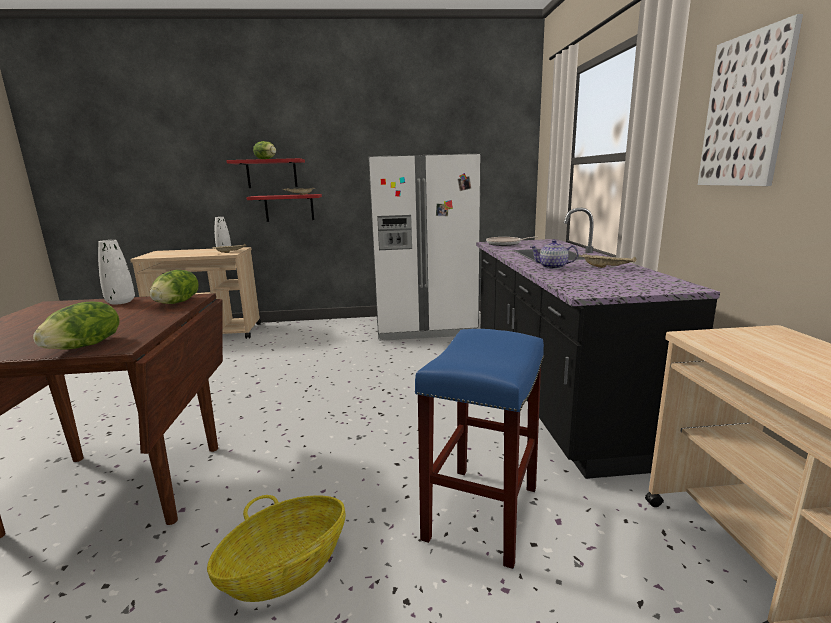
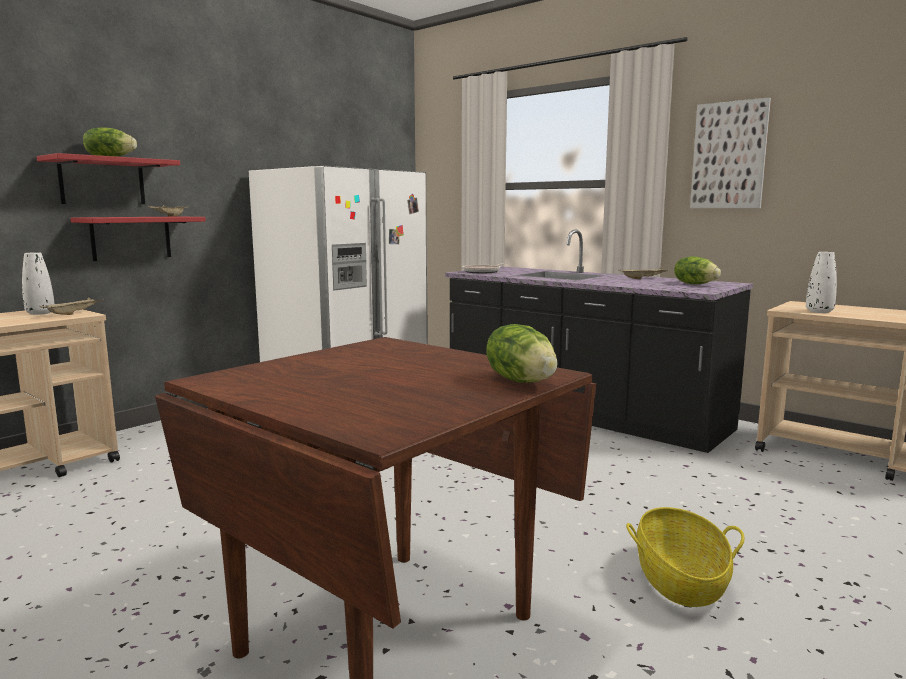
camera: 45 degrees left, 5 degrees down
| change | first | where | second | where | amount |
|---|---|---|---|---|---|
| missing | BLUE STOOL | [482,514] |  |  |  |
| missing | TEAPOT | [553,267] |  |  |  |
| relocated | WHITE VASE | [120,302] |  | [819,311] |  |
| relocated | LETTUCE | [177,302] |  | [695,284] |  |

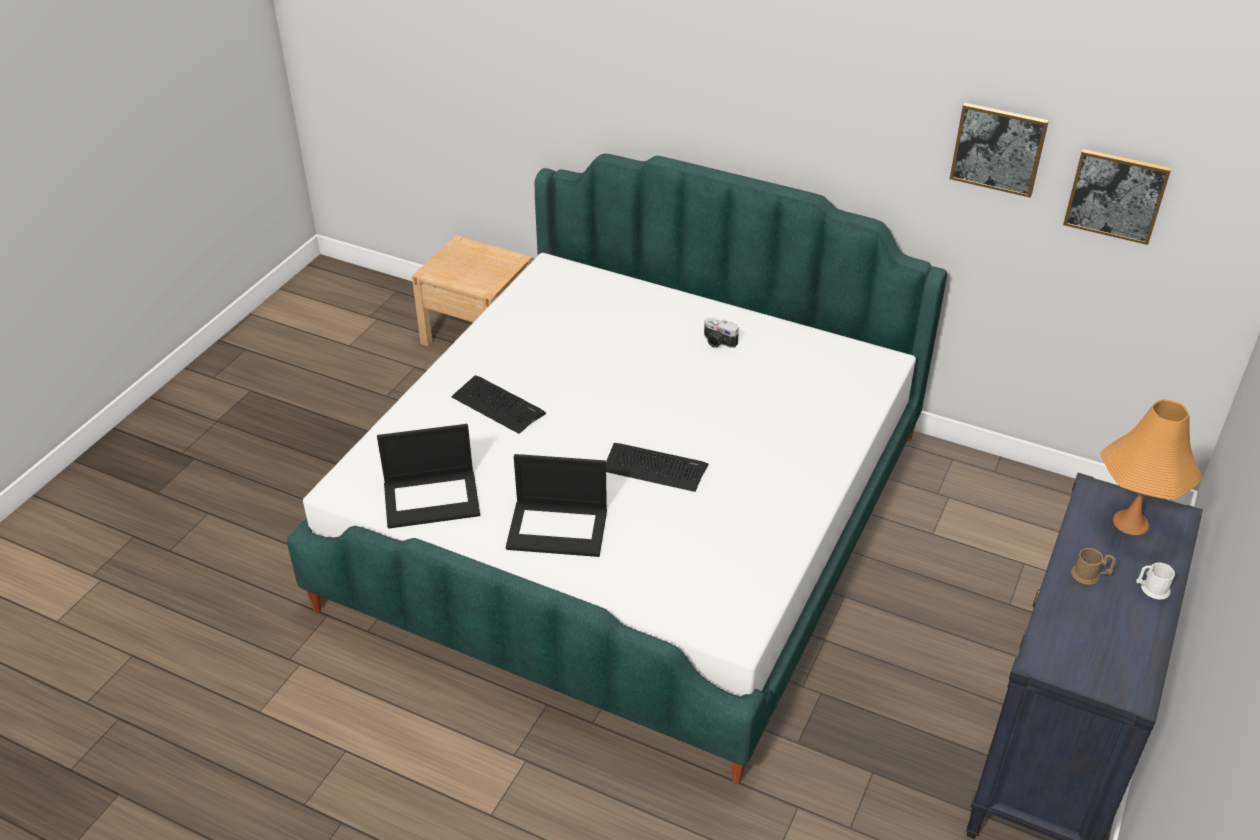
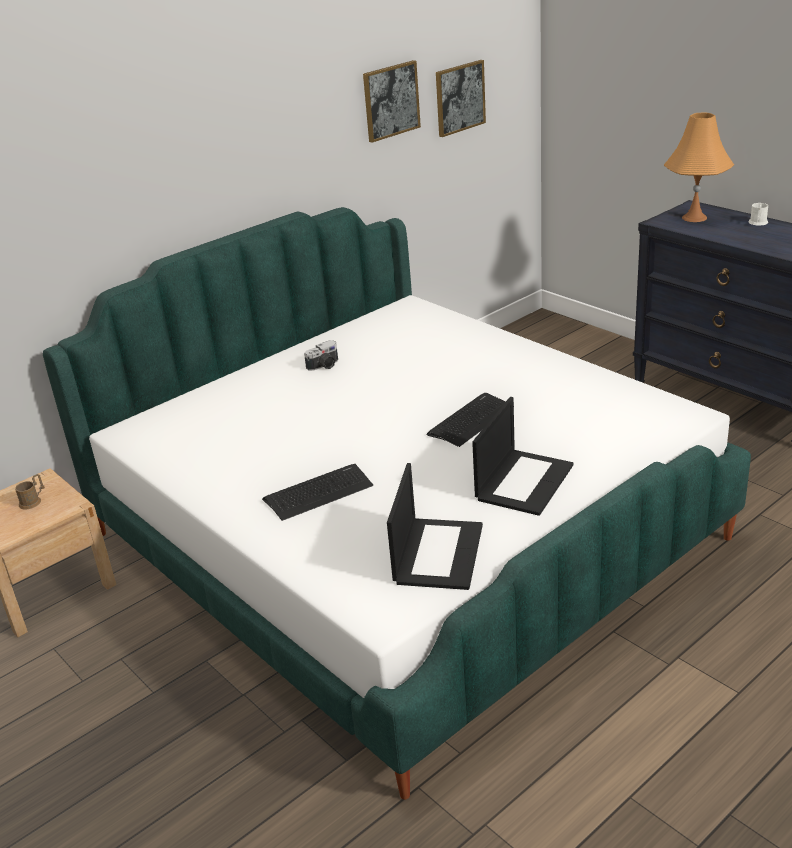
camera: 65 degrees left, 10 degrees down
| change | first | where | second | where | amount |
|---|---|---|---|---|---|
| relocated | BROWN MUG | [1090,575] |  | [33,501] |  |

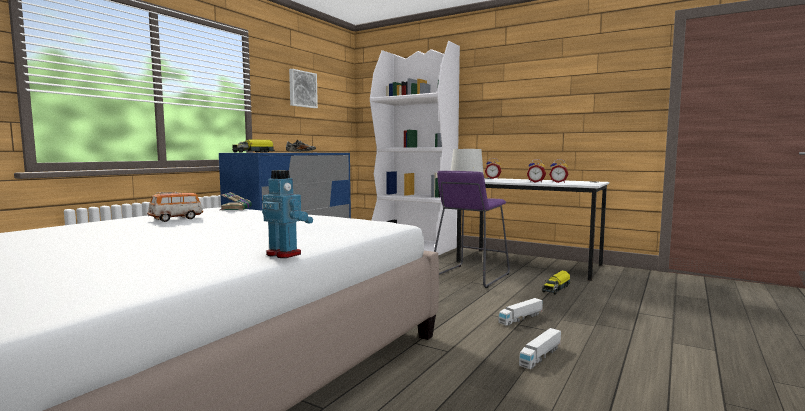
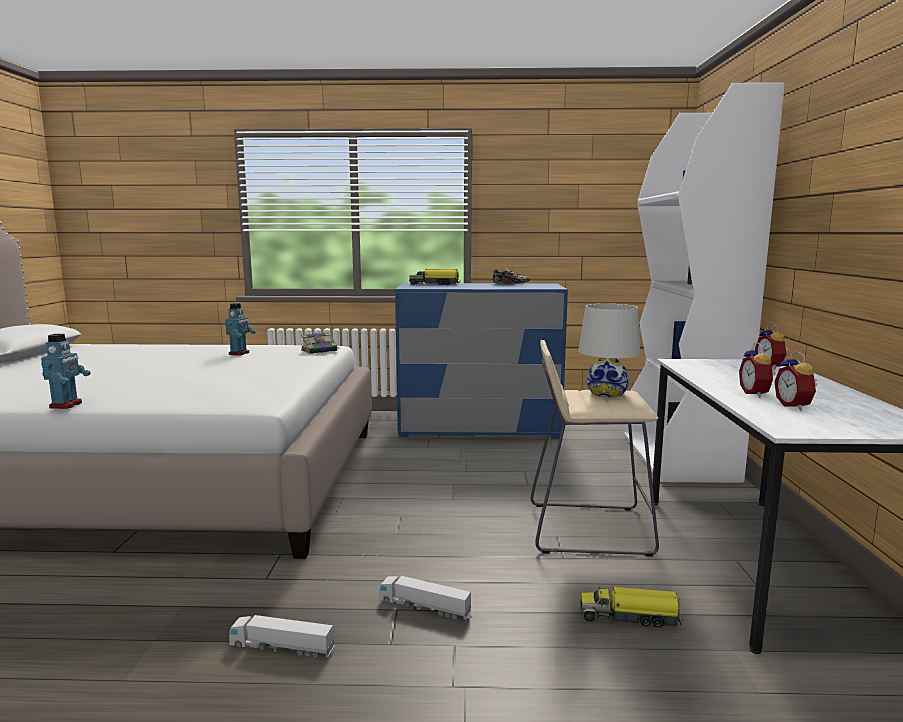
camera: 60 degrees right, 5 degrees up
| change | first | where | second | where | amount |
|---|---|---|---|---|---|
| missing | PICTURE | [302,89] |  |  |  |
| exchanged | TOY CAR | [176,219] | TOY ROBOT | [239,353] |  |
| colour | PURPLE STOOL | [470,276] | BEIGE STOOL | [588,529] |  |

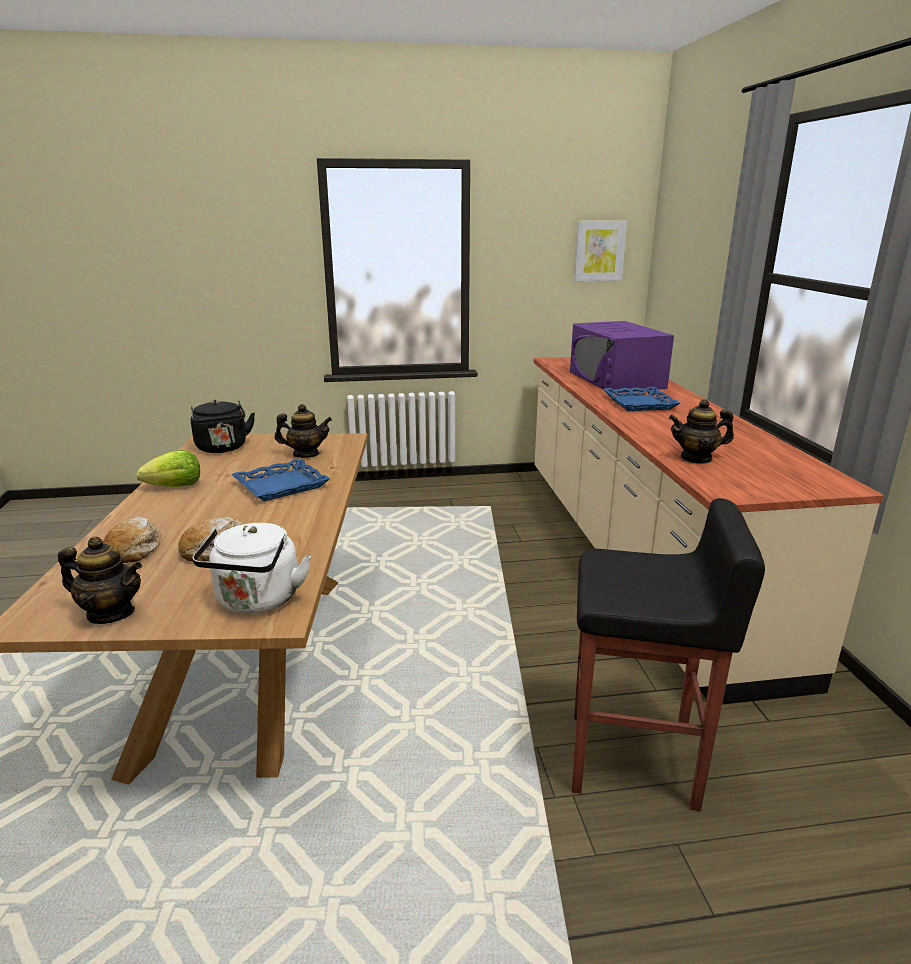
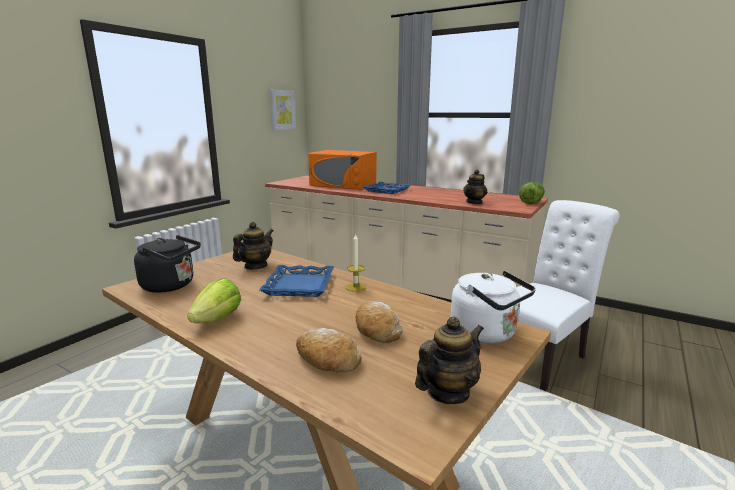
camera: 50 degrees left, 5 degrees down
| change | first | where | second | where | amount |
|---|---|---|---|---|---|
| appeared |  |  | CANDLE | [356,287] |  |
| appeared |  |  | LETTUCE | [531,202] |  |
| exchanged | BLACK STOOL | [634,761] | WHITE CHAIR | [541,357] |  |
| colour | PURPLE MICROWAVE | [616,380] | ORANGE MICROWAVE | [343,184] |  |

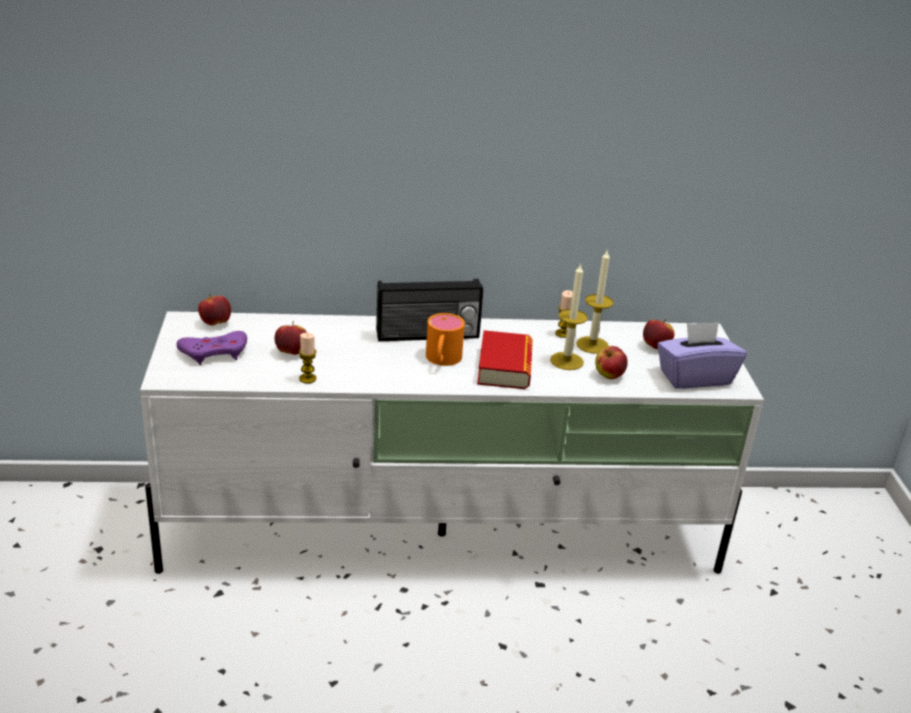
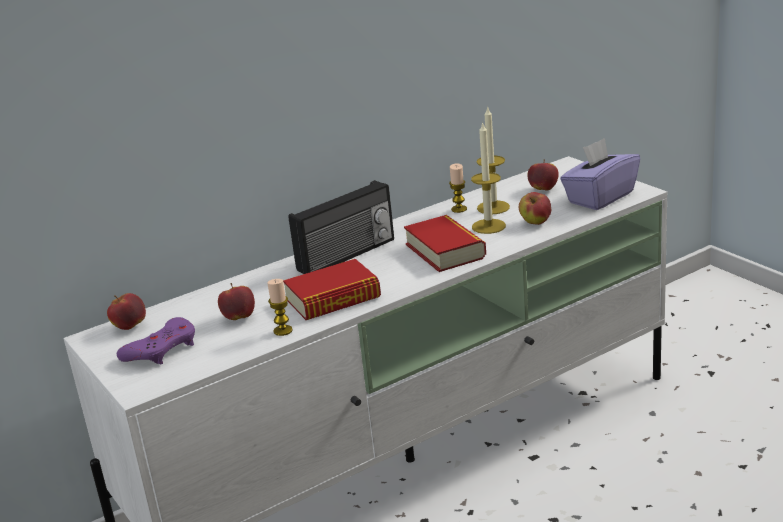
camera: 25 degrees left, 5 degrees down
| change | first | where | second | where | amount |
|---|---|---|---|---|---|
| missing | ORANGE MUG | [442,360] |  |  |  |
| appeared |  |  | BOOK | [333,299] |  |

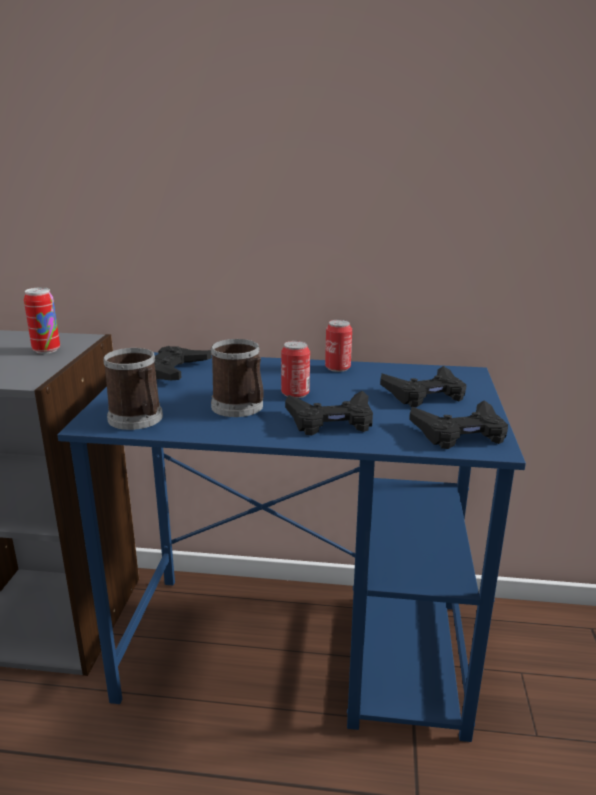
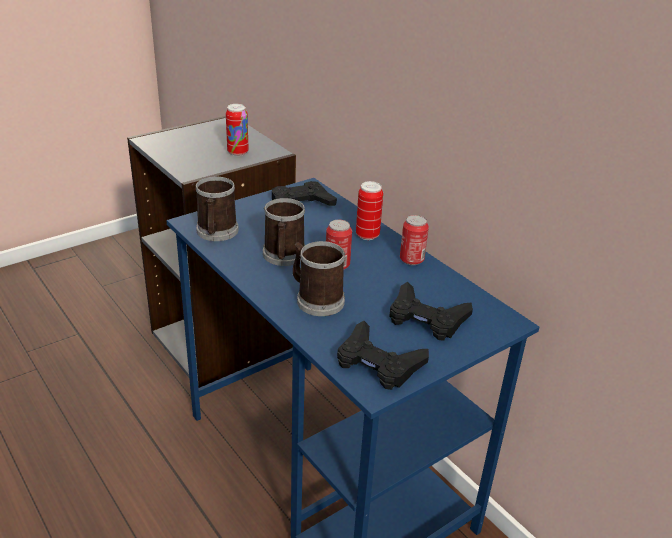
camera: 45 degrees right, 10 degrees up
| change | first | where | second | where | amount |
|---|---|---|---|---|---|
| appeared |  |  | CAN | [367,235] |  |
| exchanged | BLACK GAME CONTROLLER | [331,420] | MUG | [316,299] |  |

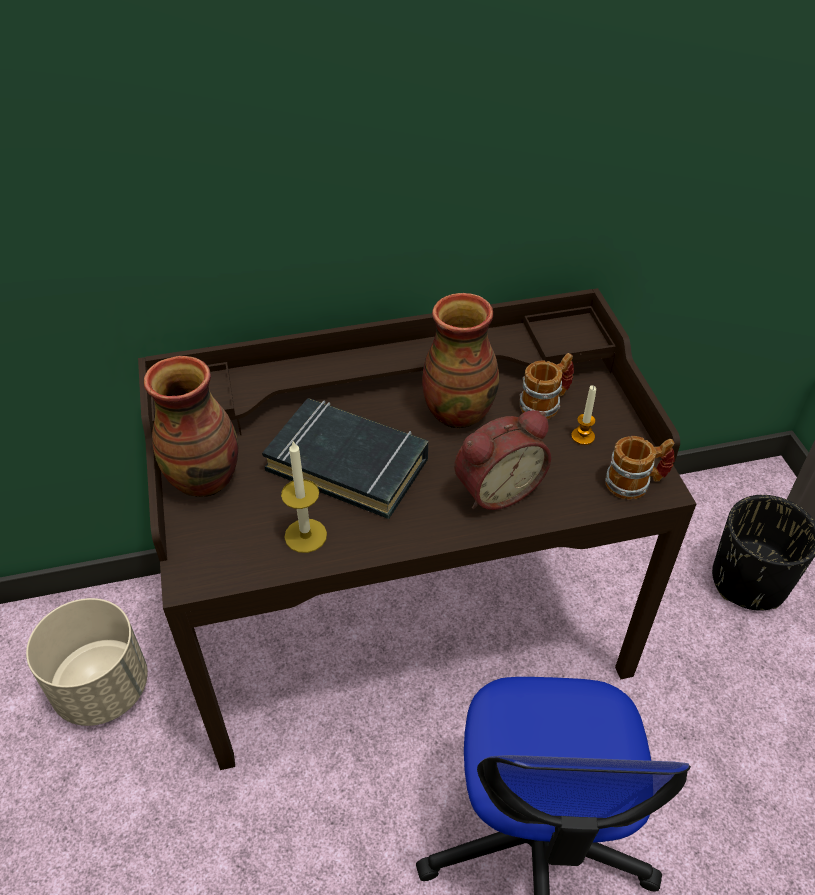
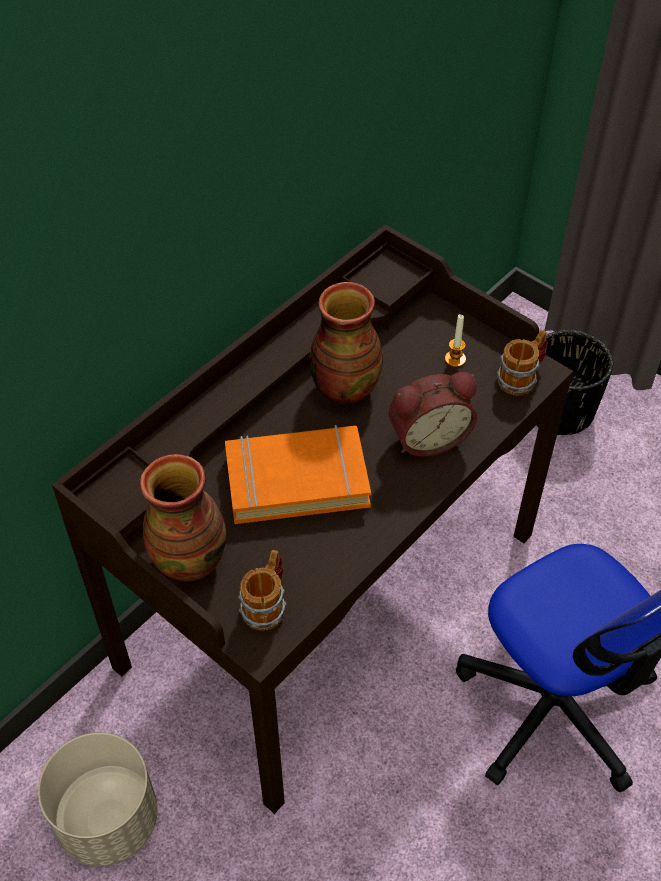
camera: 35 degrees left, 5 degrees up
| change | first | where | second | where | amount |
|---|---|---|---|---|---|
| missing | CANDLE | [305,535] |  |  |  |
| relocated | MUG | [545,403] |  | [267,603] |  |
| colour | BLACK BOOK | [348,463] | ORANGE BOOK | [297,480] |  |
| spun | ALARM CLOCK | [496,488] |  | [427,436] | 45 degrees clockwise |

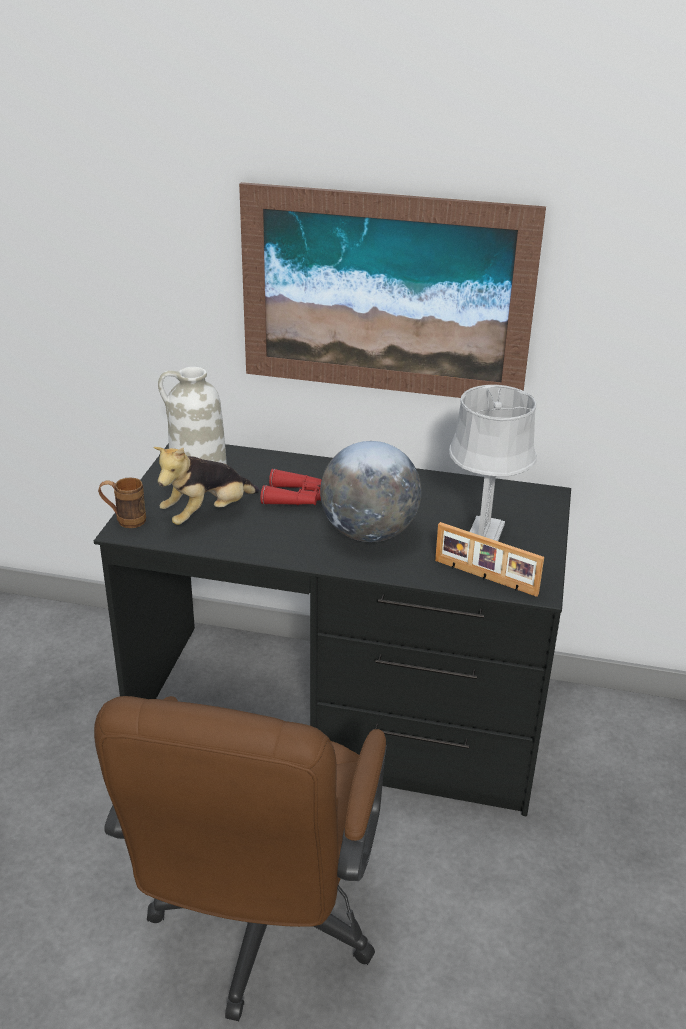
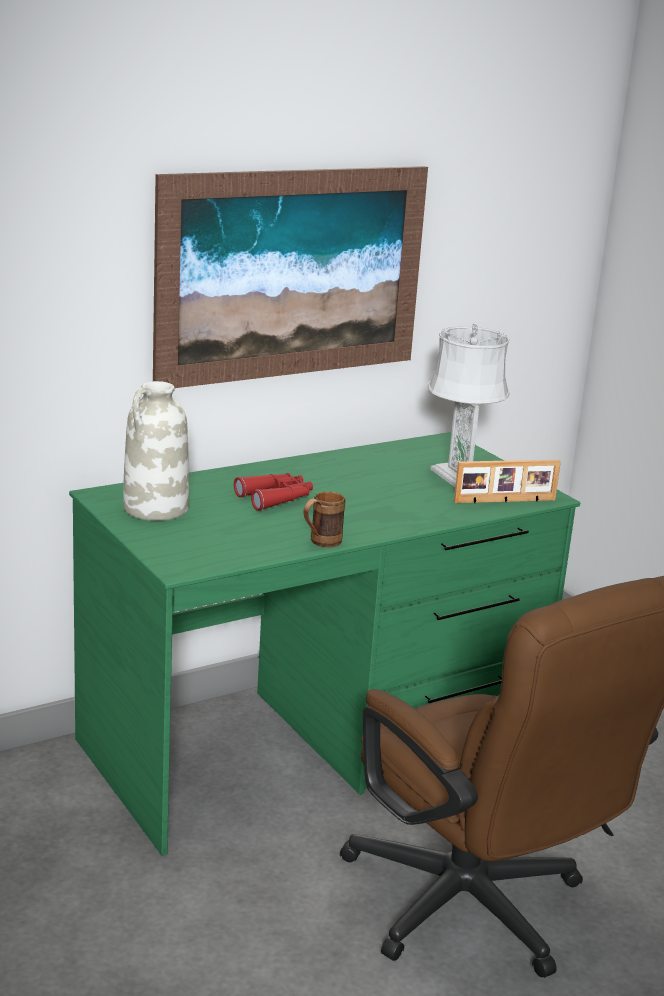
camera: 45 degrees left, 10 degrees down
| change | first | where | second | where | amount |
|---|---|---|---|---|---|
| missing | PLUSH TOY | [207,514] |  |  |  |
| missing | GLOBE | [368,533] |  |  |  |
| relocated | BROWN MUG | [124,520] |  | [320,543] |  |
| colour | BLACK DESK | [341,714] | GREEN DESK | [315,739] |  |

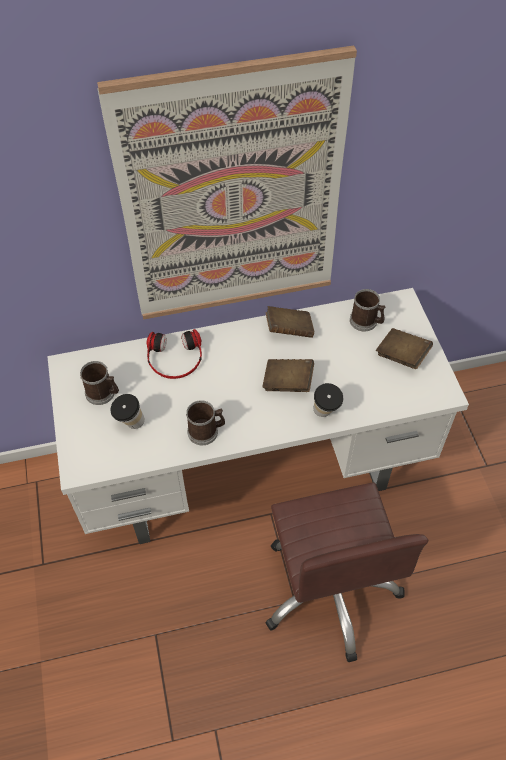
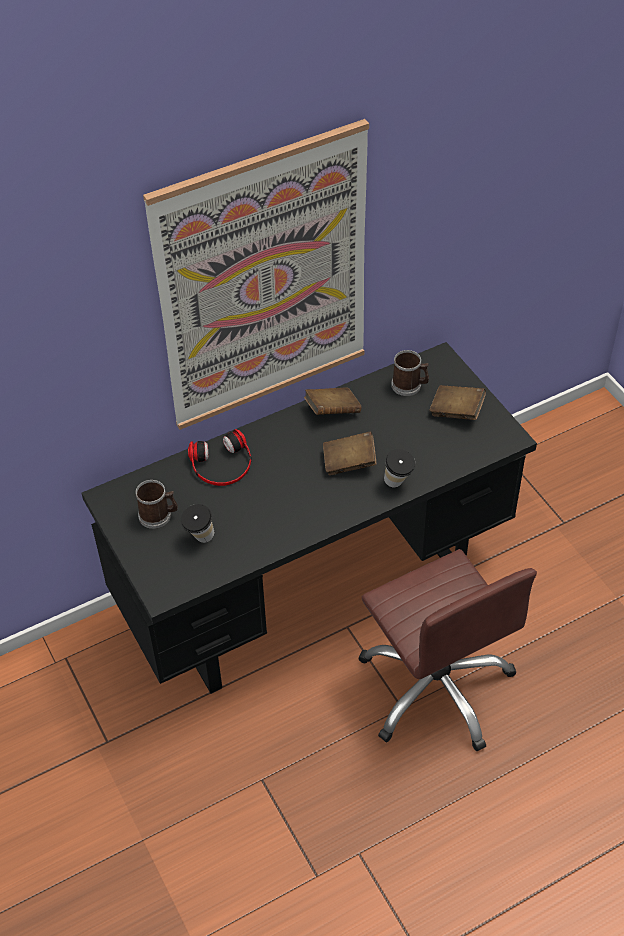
camera: 15 degrees left, 5 degrees down
| change | first | where | second | where | amount |
|---|---|---|---|---|---|
| missing | MUG | [206,431] |  |  |  |
| colour | WHITE DESK | [254,473] | BLACK DESK | [315,589] |  |

